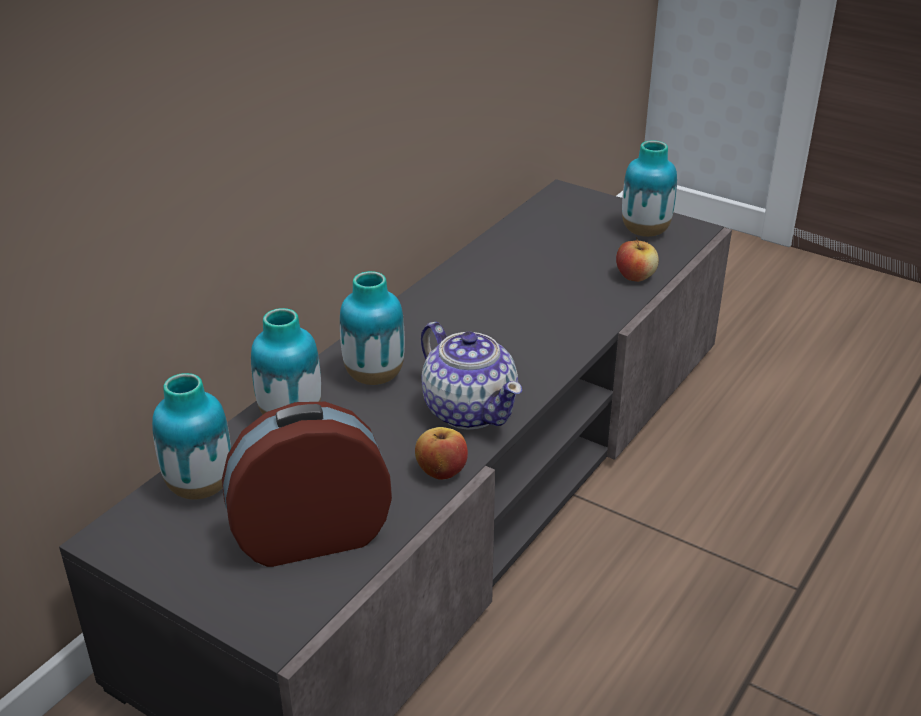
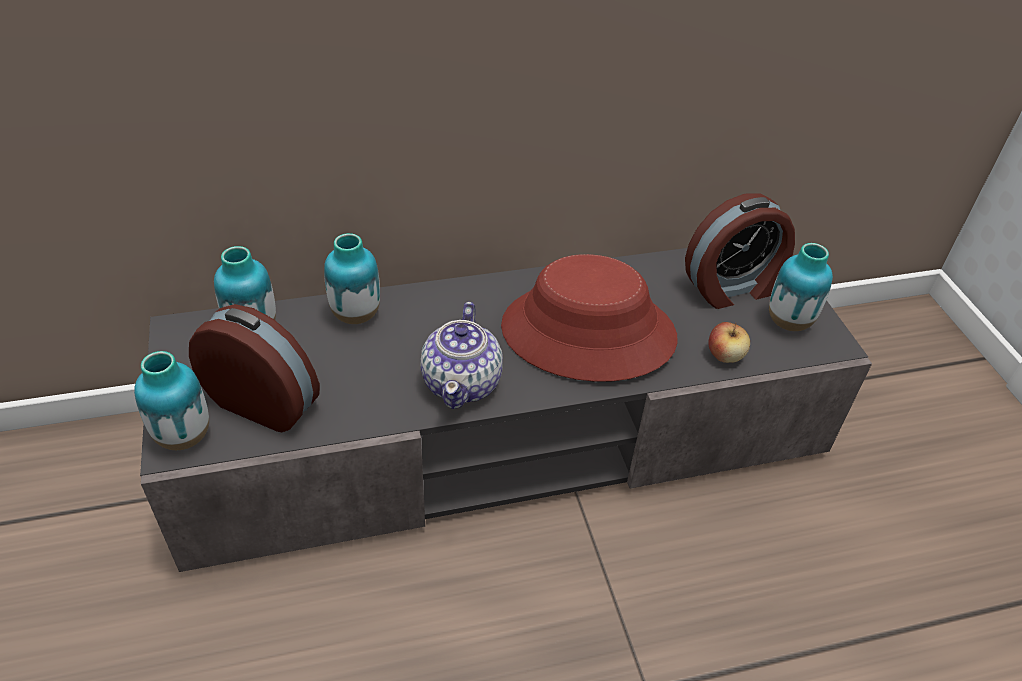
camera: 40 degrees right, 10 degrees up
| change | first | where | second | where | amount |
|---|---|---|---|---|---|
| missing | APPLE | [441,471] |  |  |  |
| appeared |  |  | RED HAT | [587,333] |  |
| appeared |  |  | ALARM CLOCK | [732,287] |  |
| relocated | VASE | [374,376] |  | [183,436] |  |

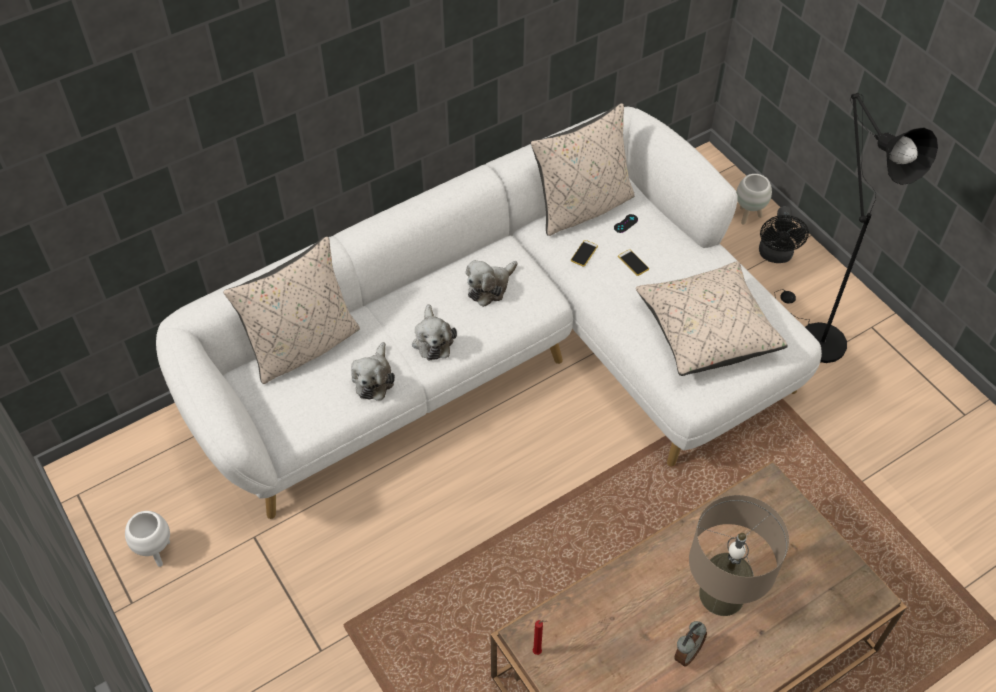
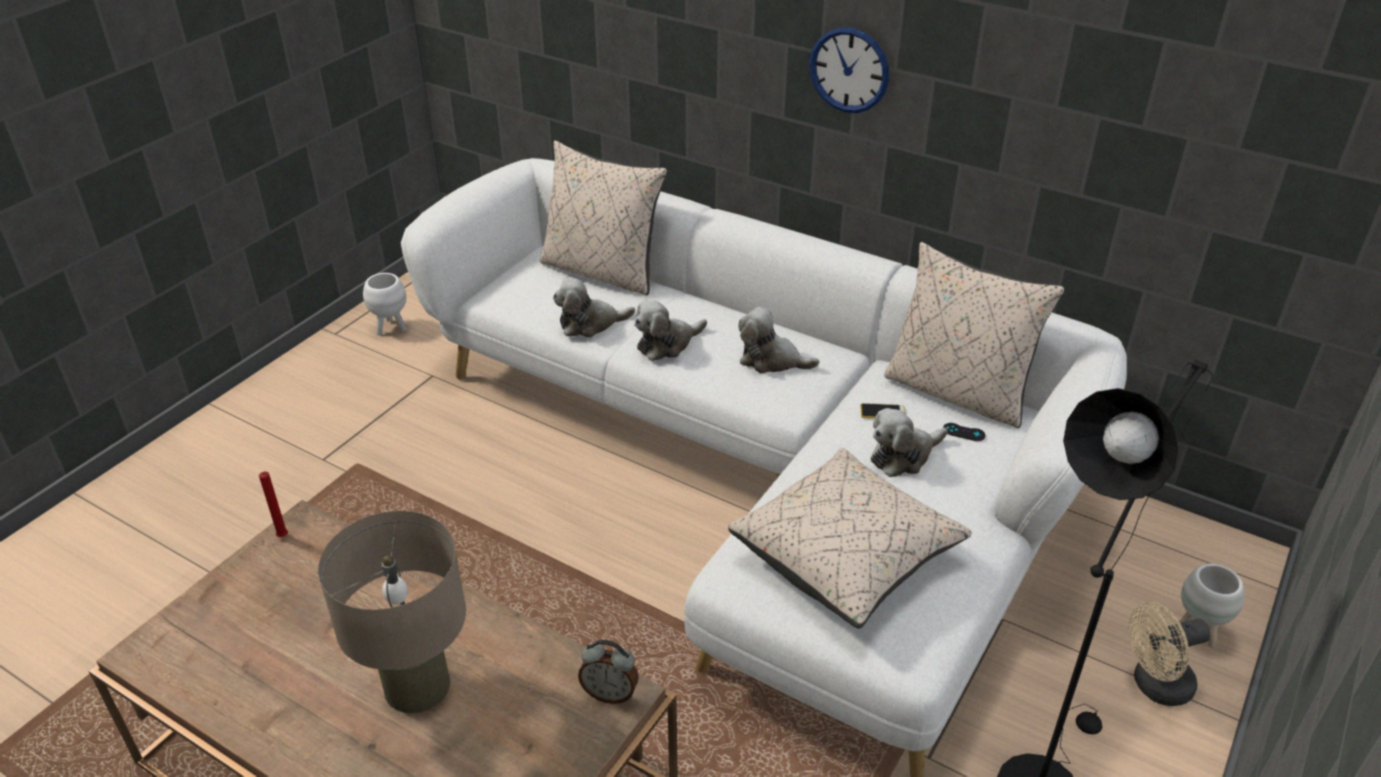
camera: 65 degrees right, 15 degrees down
| change | first | where | second | where | amount |
|---|---|---|---|---|---|
| appeared |  |  | WALL CLOCK | [849,70] |  |
| relocated | ALARM CLOCK | [686,653] |  | [610,693] |  |
| exchanged | PHONE | [633,263] | PLUSH TOY | [903,456] |  |
| colour | BLACK FAN | [776,256] | BEIGE FAN | [1154,686] |  |

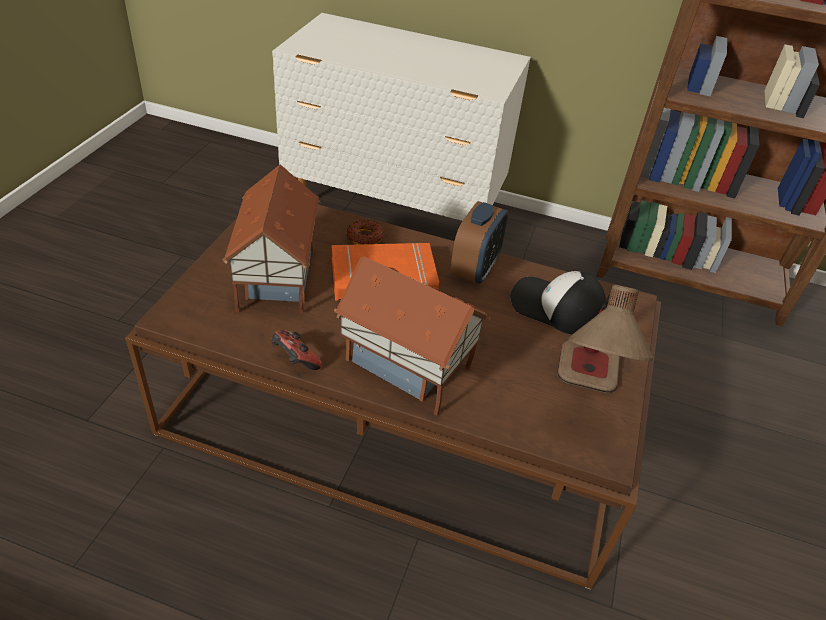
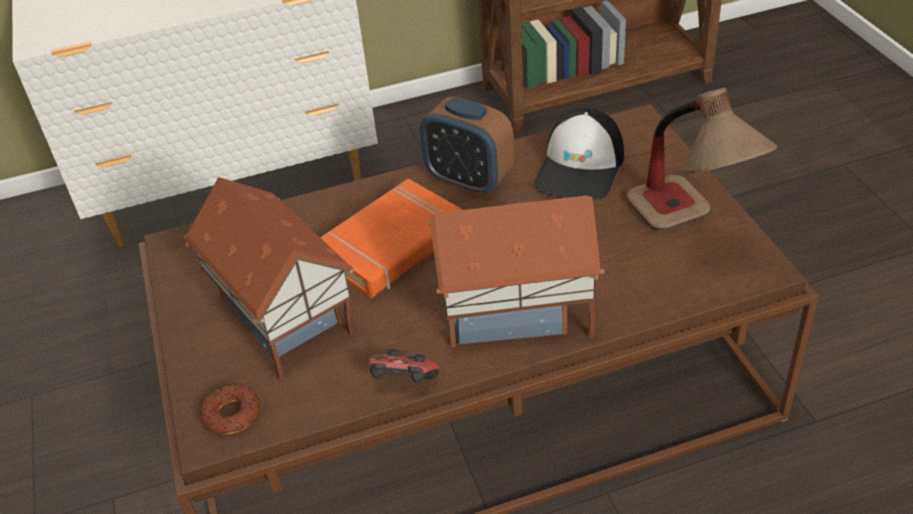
camera: 30 degrees left, 0 degrees up
| change | first | where | second | where | amount |
|---|---|---|---|---|---|
| relocated | DONUT | [364,237] |  | [231,414] |  |
| spun | ALARM CLOCK | [475,269] |  | [469,180] | 135 degrees clockwise |
| spun | CAP | [556,307] |  | [581,168] | 60 degrees counterclockwise |

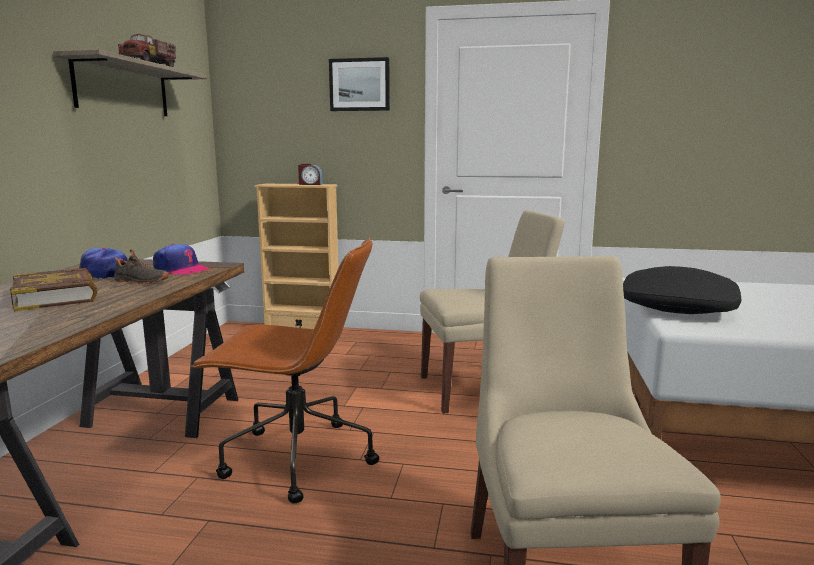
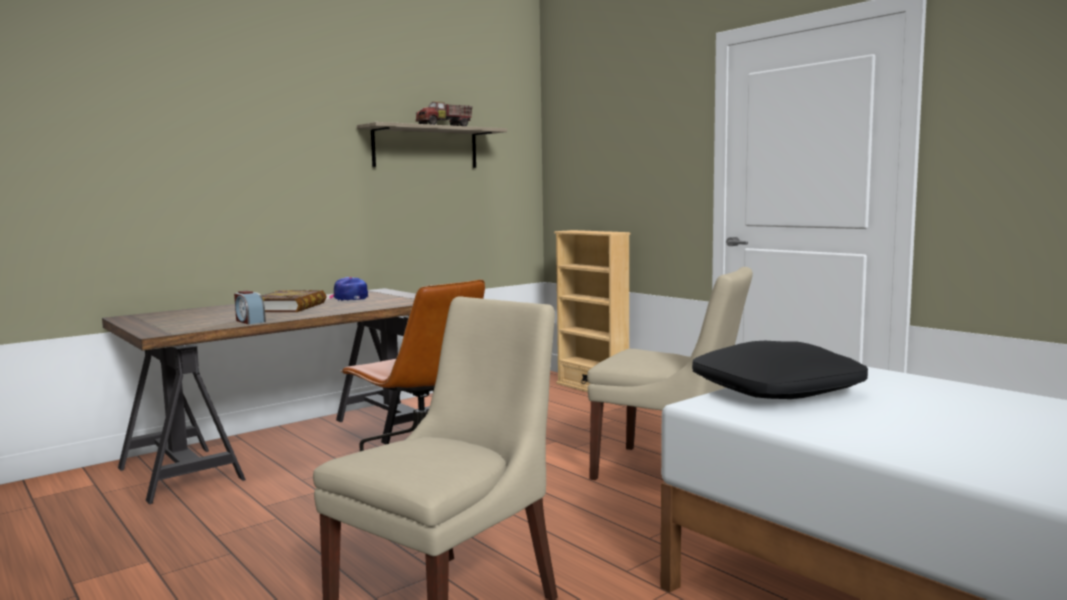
camera: 40 degrees right, 5 degrees down
| change | first | where | second | where | amount |
|---|---|---|---|---|---|
| missing | BLACK SHOE | [140,282] |  |  |  |
| missing | CAP | [181,270] |  |  |  |
| missing | PICTURE | [359,85] |  |  |  |
| relocated | ALARM CLOCK | [310,184] |  | [249,321] |  |

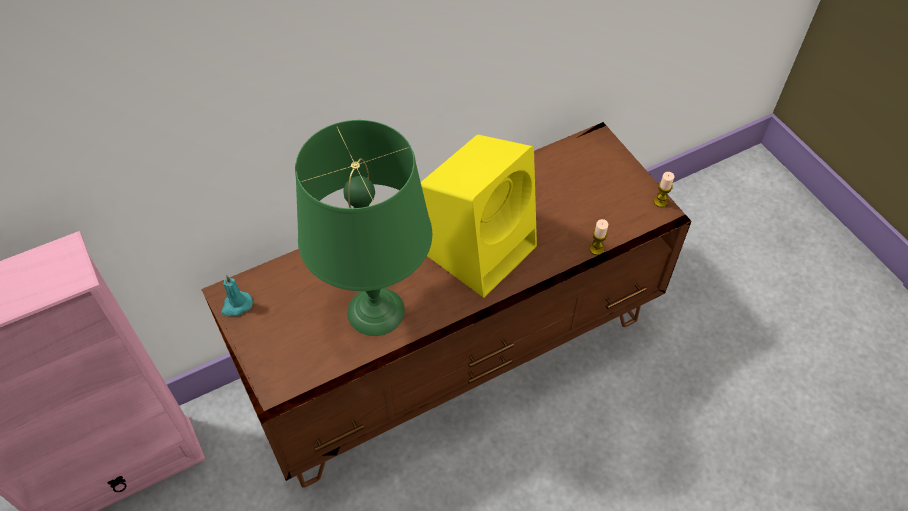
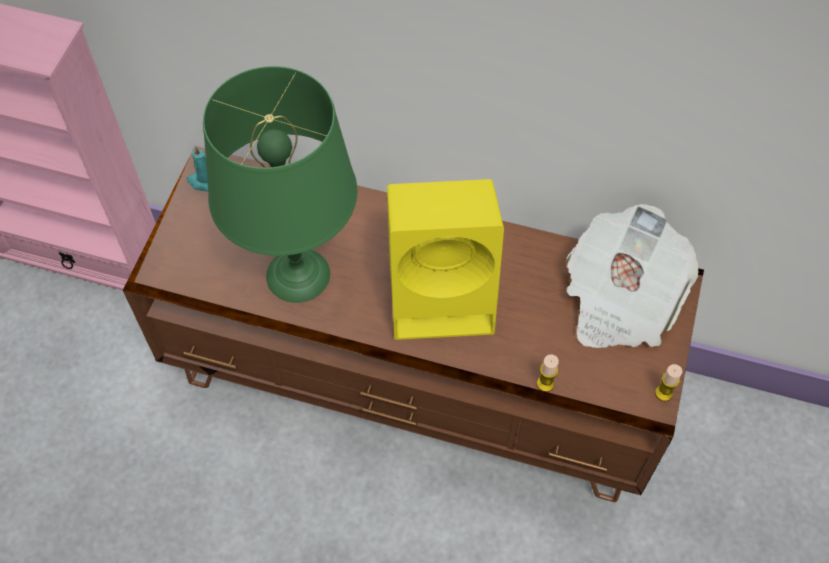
camera: 45 degrees right, 5 degrees up
| change | first | where | second | where | amount |
|---|---|---|---|---|---|
| appeared |  |  | NEWSPAPER | [620,299] |  |

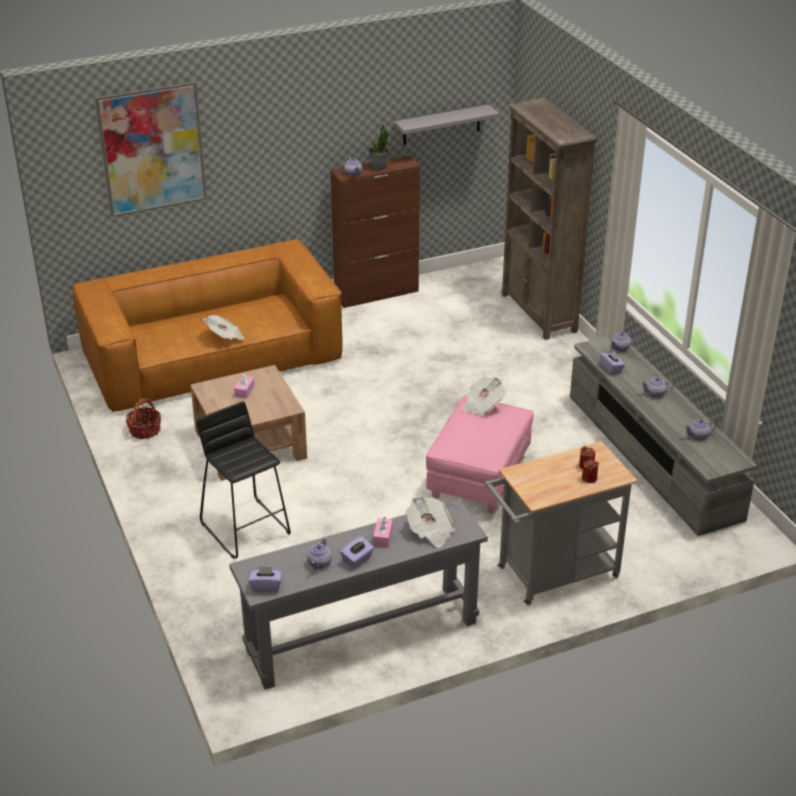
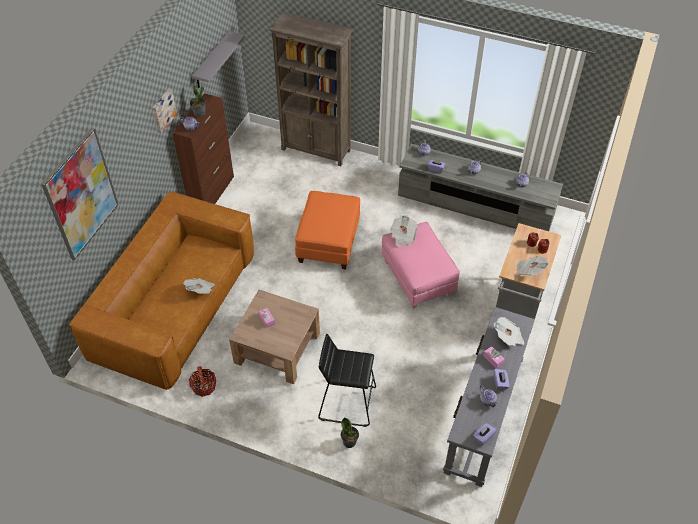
camera: 45 degrees left, 15 degrees up
| change | first | where | second | where | amount |
|---|---|---|---|---|---|
| appeared |  |  | PICTURE | [163,110] |  |
| appeared |  |  | ORANGE OTTOMAN | [328,242] |  |
| appeared |  |  | POTTED PLANT | [349,442] |  |
| appeared |  |  | NEWSPAPER | [529,271] |  |

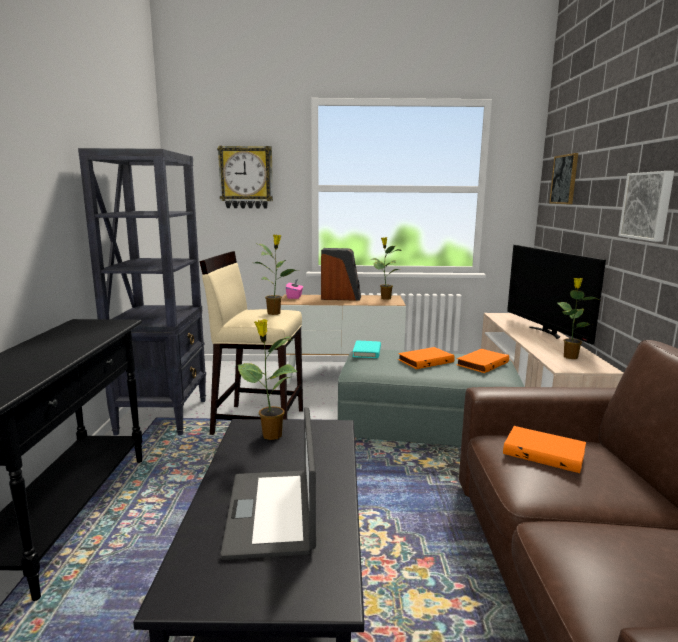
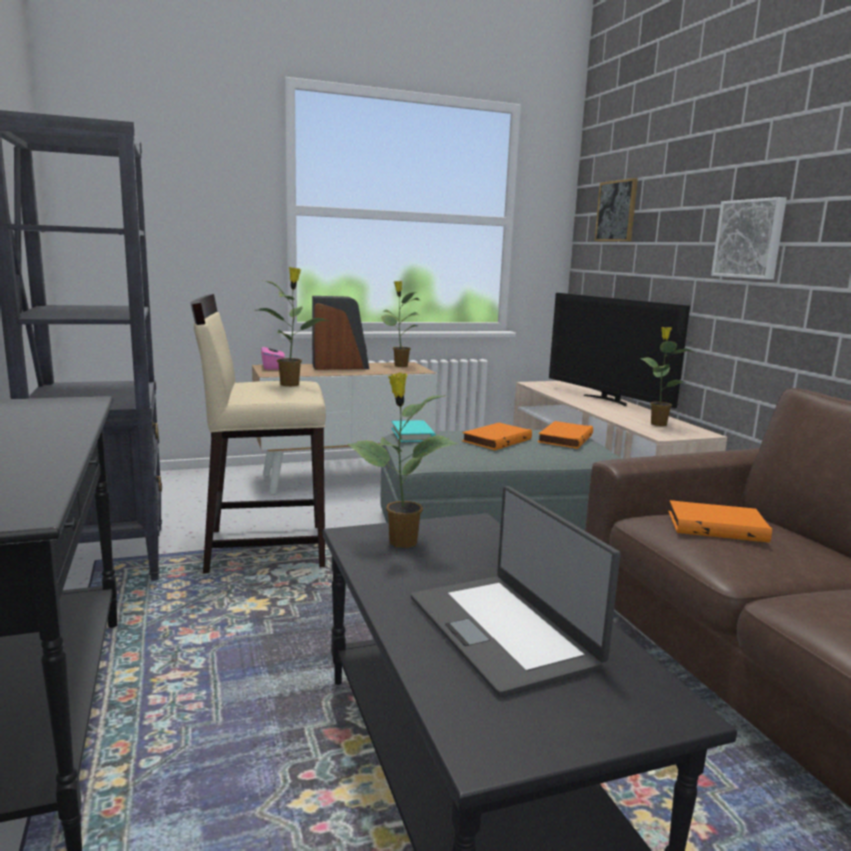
camera: 20 degrees left, 0 degrees up
| change | first | where | second | where | amount |
|---|---|---|---|---|---|
| missing | WALL CLOCK | [246,177] |  |  |  |

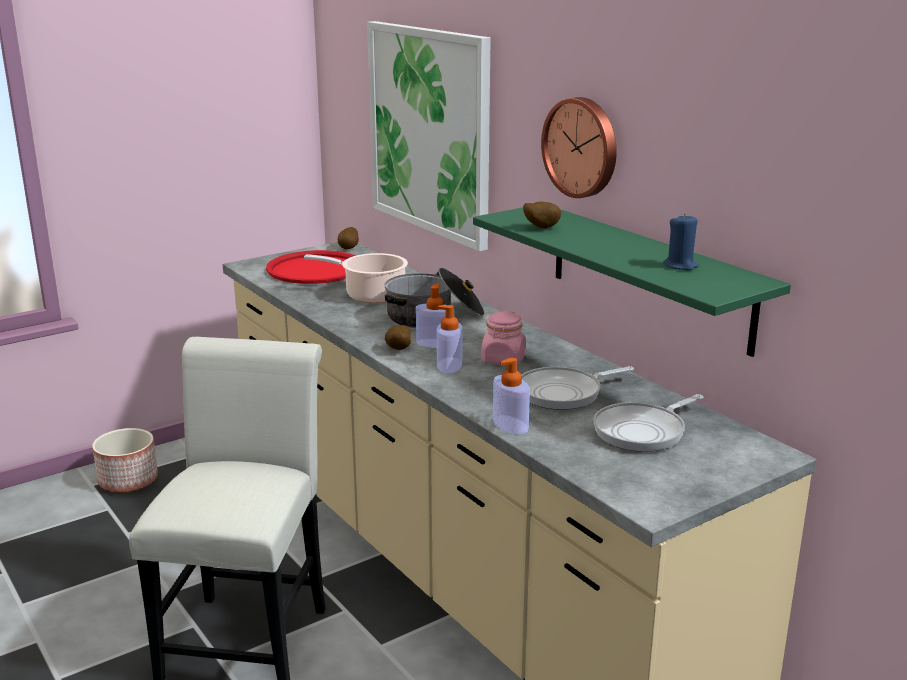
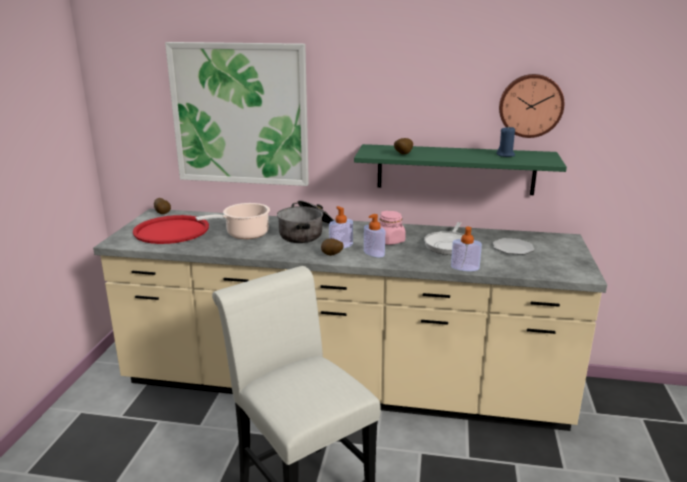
camera: 45 degrees left, 0 degrees up
| change | first | where | second | where | amount |
|---|---|---|---|---|---|
| missing | PLANTER | [129,480] |  |  |  |
| relocated | WALL CLOCK | [582,147] |  | [530,105] |  |
| exchanged | FRYING PAN | [643,431] | PLATE | [513,248] |  |

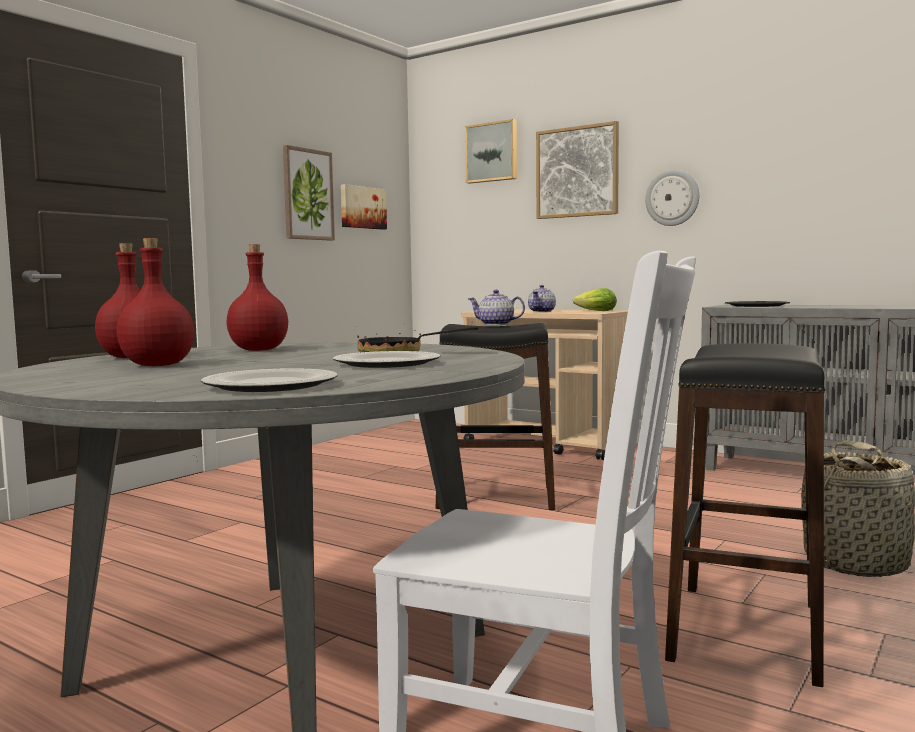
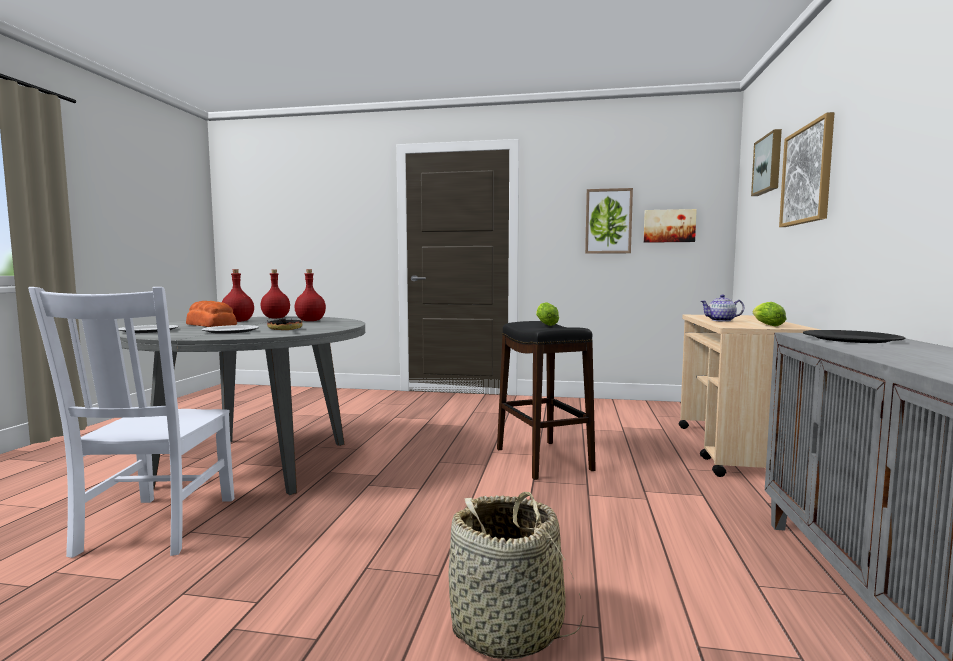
camera: 65 degrees right, 0 degrees up
| change | first | where | second | where | amount |
|---|---|---|---|---|---|
| missing | WALL CLOCK | [672,198] |  |  |  |
| missing | BLACK STOOL | [747,631] |  |  |  |
| appeared |  |  | BREAD | [211,325] |  |
| exchanged | TEAPOT | [496,324] | LETTUCE | [545,324] |  |

